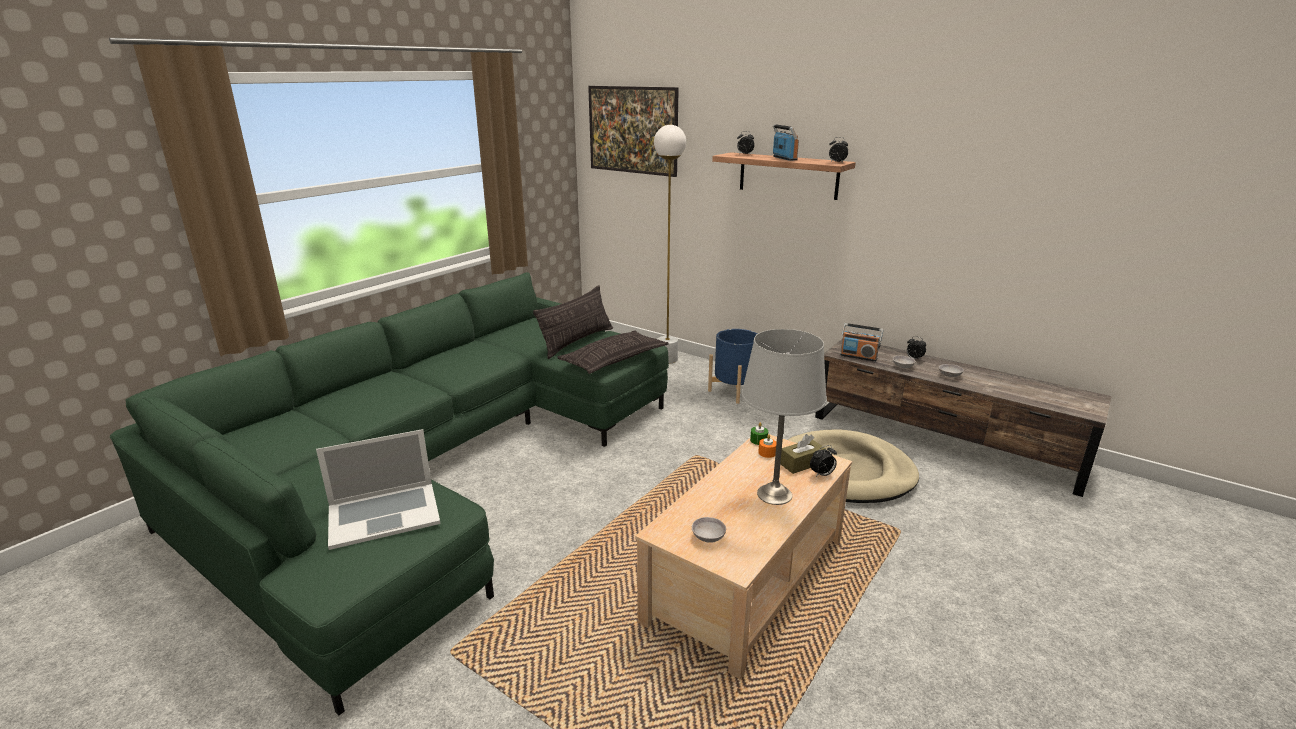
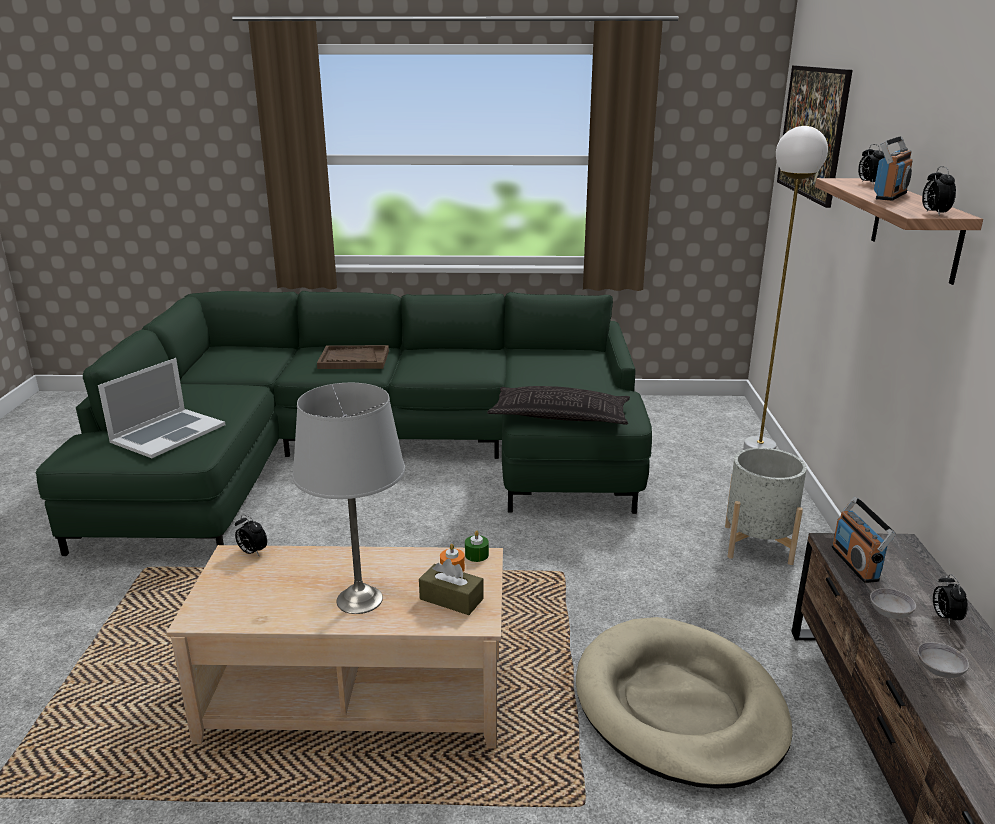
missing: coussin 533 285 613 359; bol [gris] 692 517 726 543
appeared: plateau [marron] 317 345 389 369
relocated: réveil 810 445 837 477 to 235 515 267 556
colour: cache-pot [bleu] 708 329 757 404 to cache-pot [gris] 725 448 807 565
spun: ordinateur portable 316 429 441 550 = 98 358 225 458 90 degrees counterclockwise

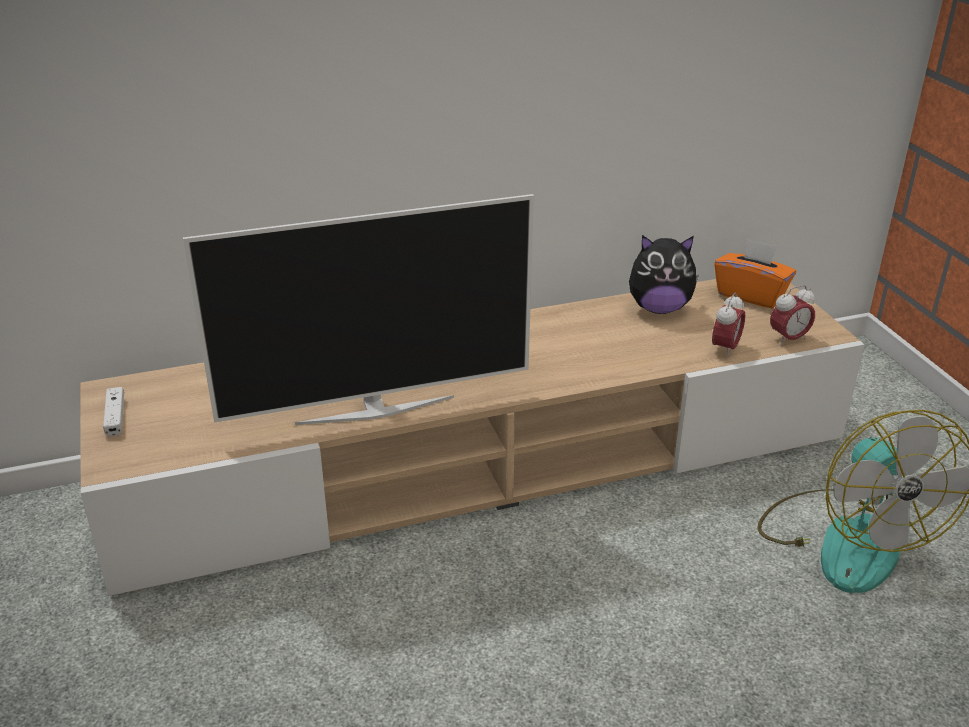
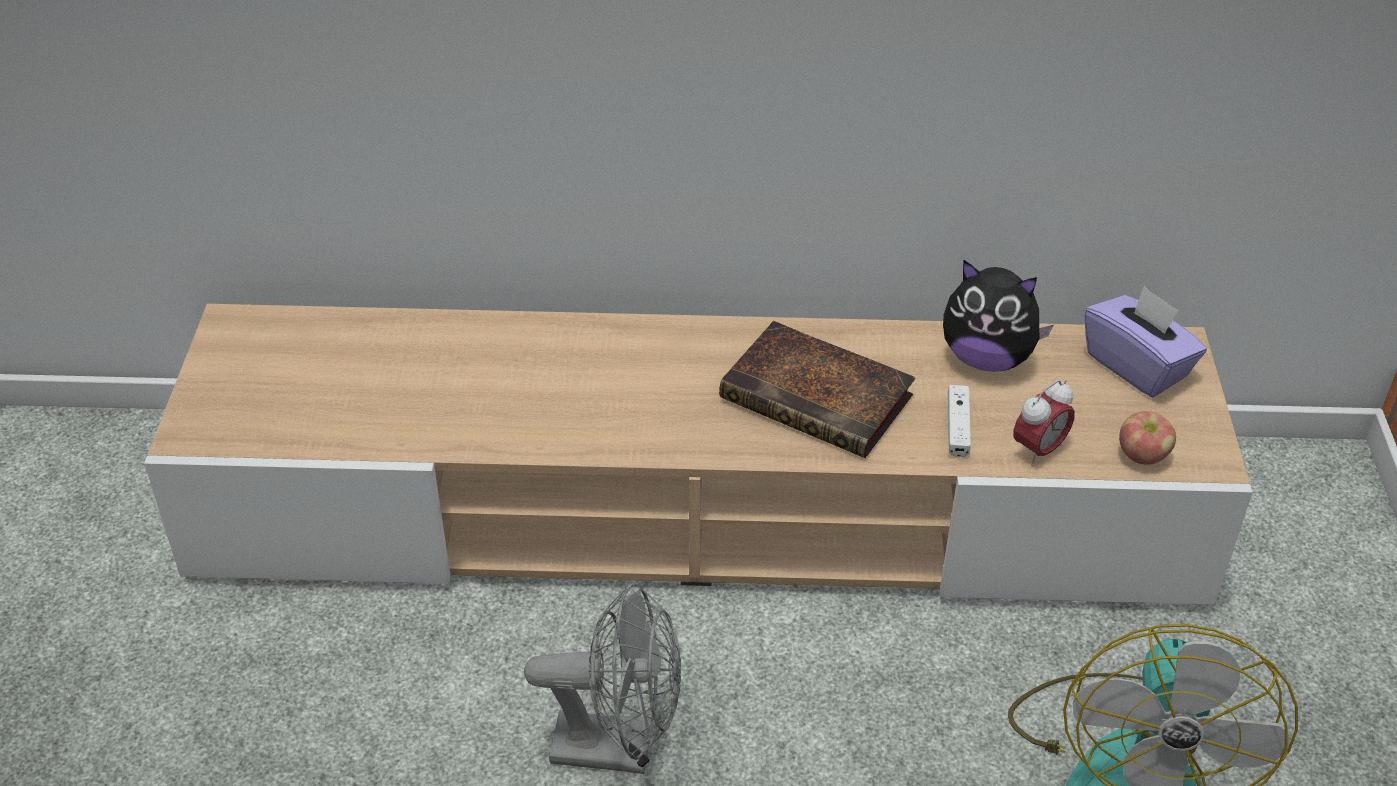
missing: téléviseur 183 194 534 425
appeared: ventilateur [gris] 524 582 681 774; livre 719 321 915 458
relocated: manette [blanc] 103 387 124 436 to 948 385 971 457
exchanged: réveil 770 285 815 346 to pomme 1119 411 1176 465
colour: boîte à mouchoirs [orange] 714 238 796 309 to boîte à mouchoirs [violet] 1084 286 1207 398

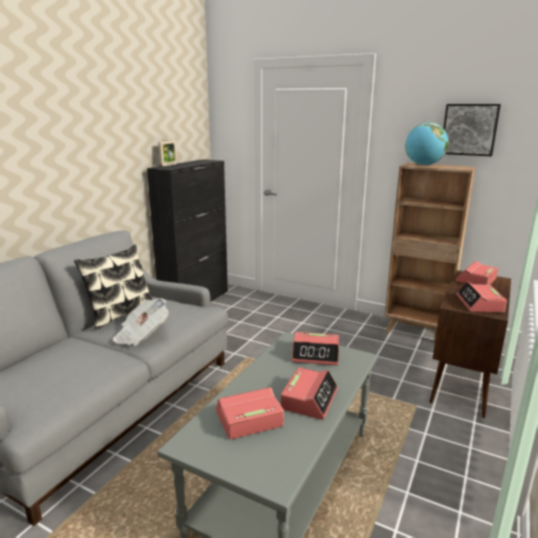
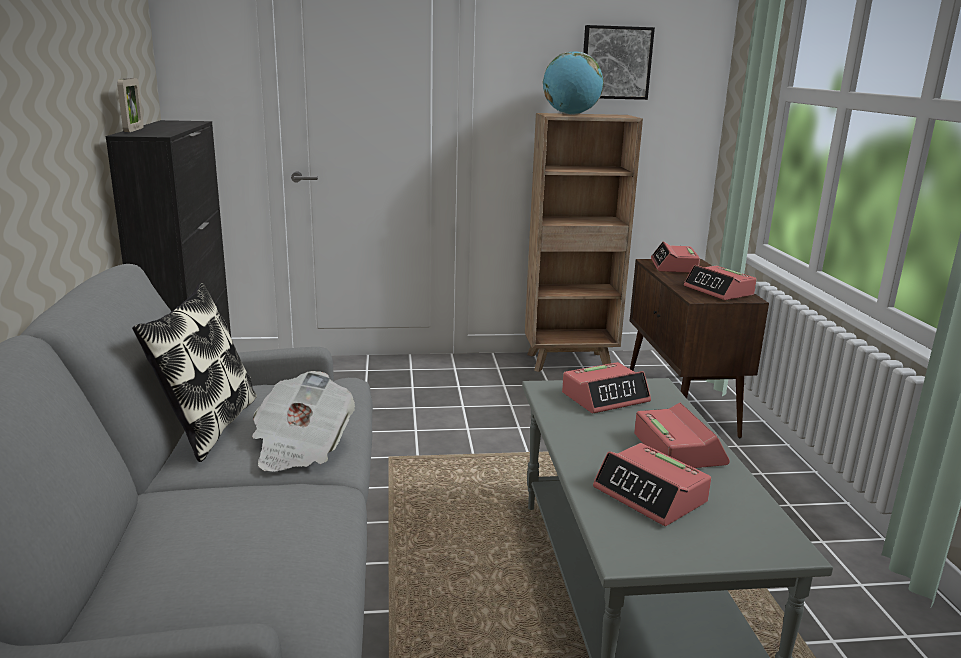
spun: réveil 216 387 284 440 = 593 443 711 526 75 degrees counterclockwise

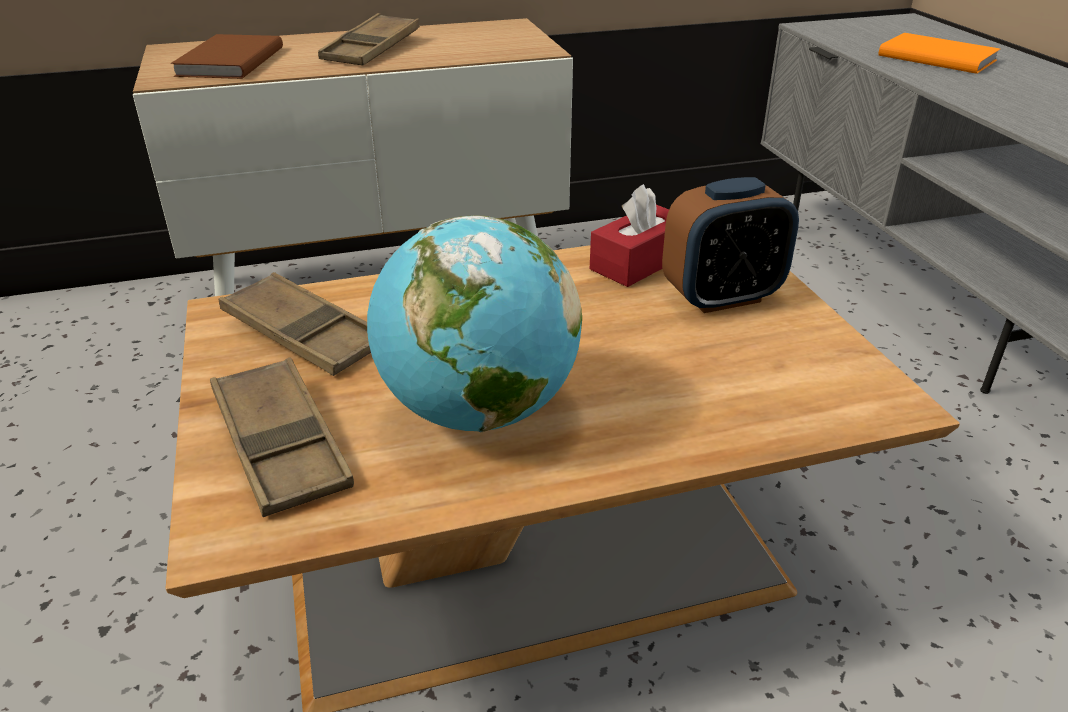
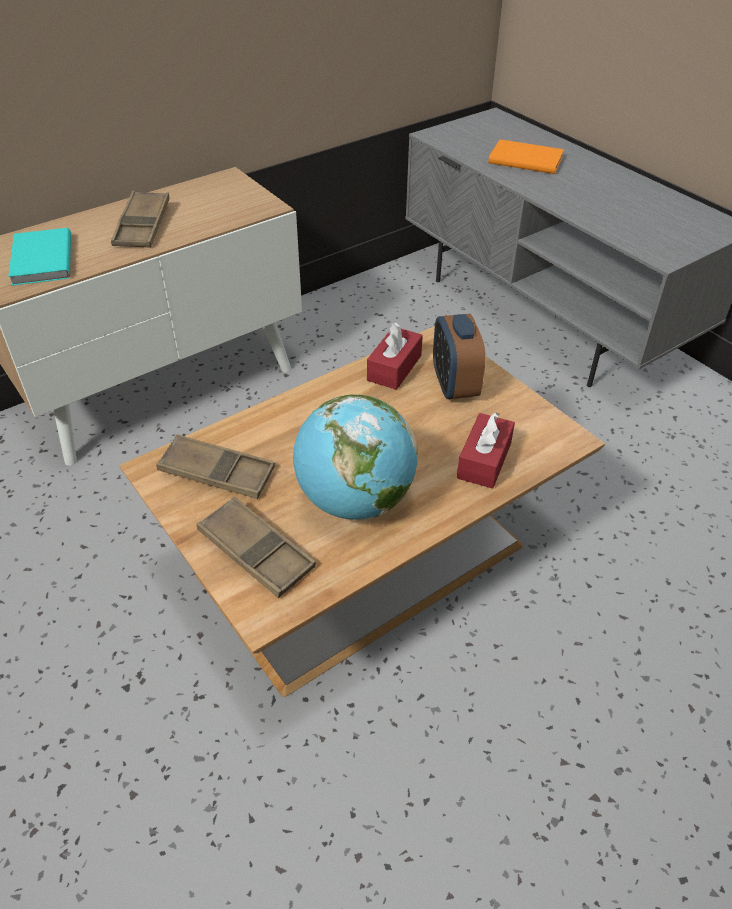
appeared: boîte à mouchoirs [rouge] 457 412 515 489
colour: livre [marron] 171 34 283 79 to livre [turquoise] 8 228 71 286
spun: réveil 662 177 799 313 = 433 314 486 399 120 degrees clockwise

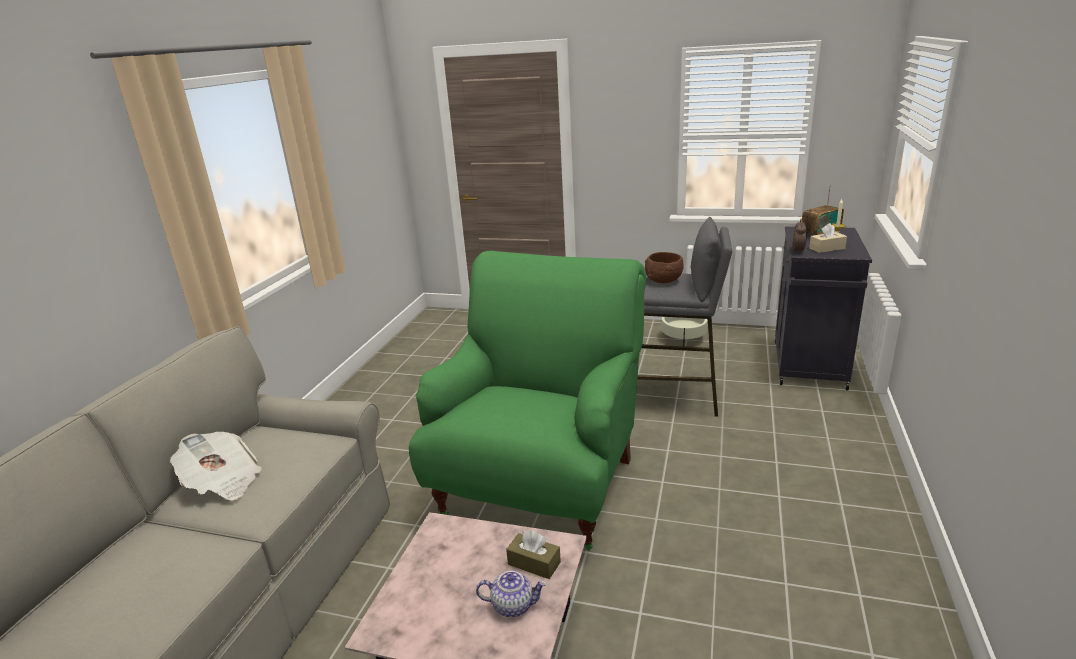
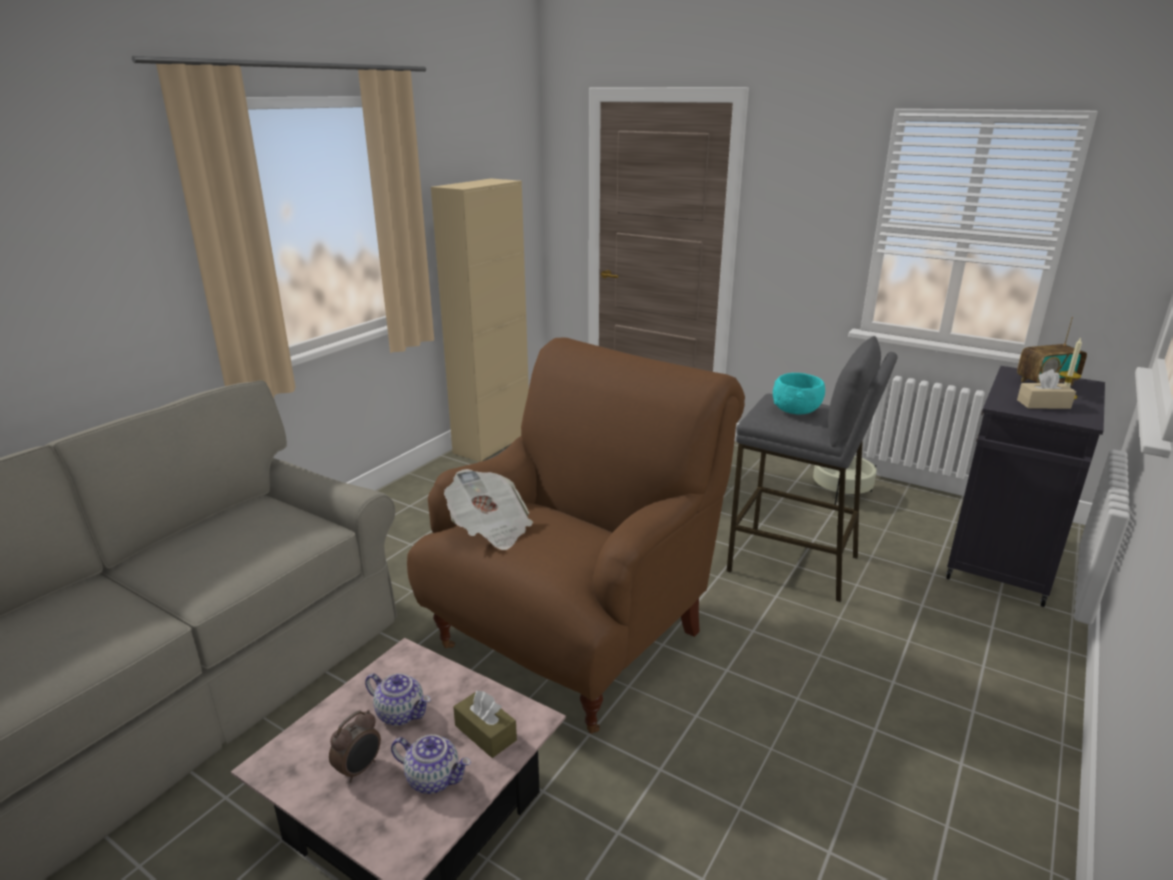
appeared: théière 365 673 431 726; meuble de rangement [beige] 431 178 529 462
relocated: journal 170 432 262 500 to 444 469 533 550; réveil 793 219 807 254 to 329 710 381 783
colour: fauteuil [vert] 409 251 646 551 to fauteuil [marron] 407 338 745 734; bol [marron] 645 252 684 283 to bol [turquoise] 773 373 825 415

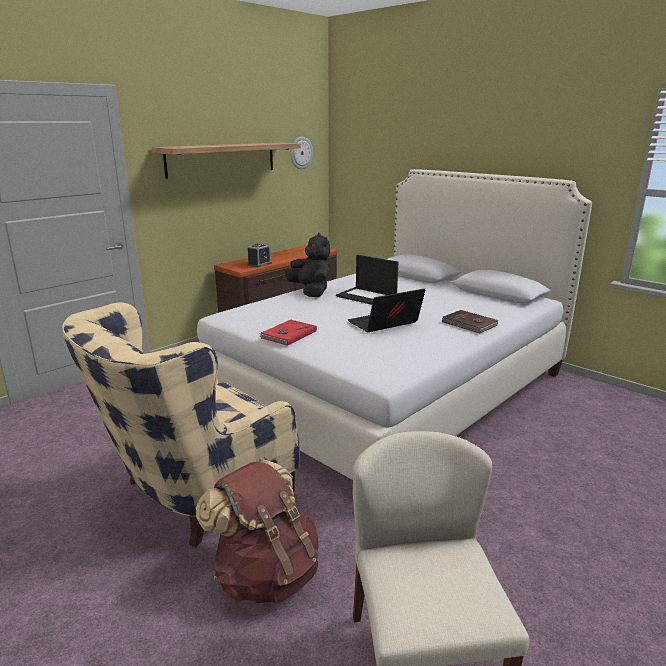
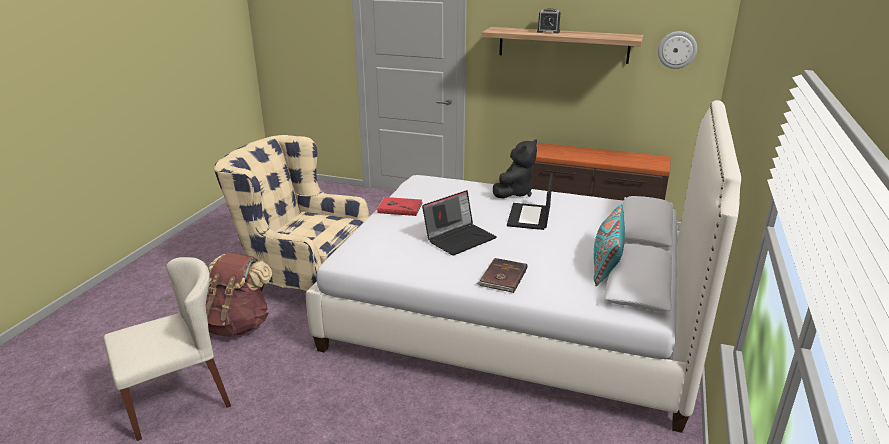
appeared: coussin [turquoise] 594 204 625 287
relocated: réveil 247 243 272 268 to 537 8 561 33
spun: ordinateur portable 348 288 425 332 = 422 190 496 256 105 degrees clockwise

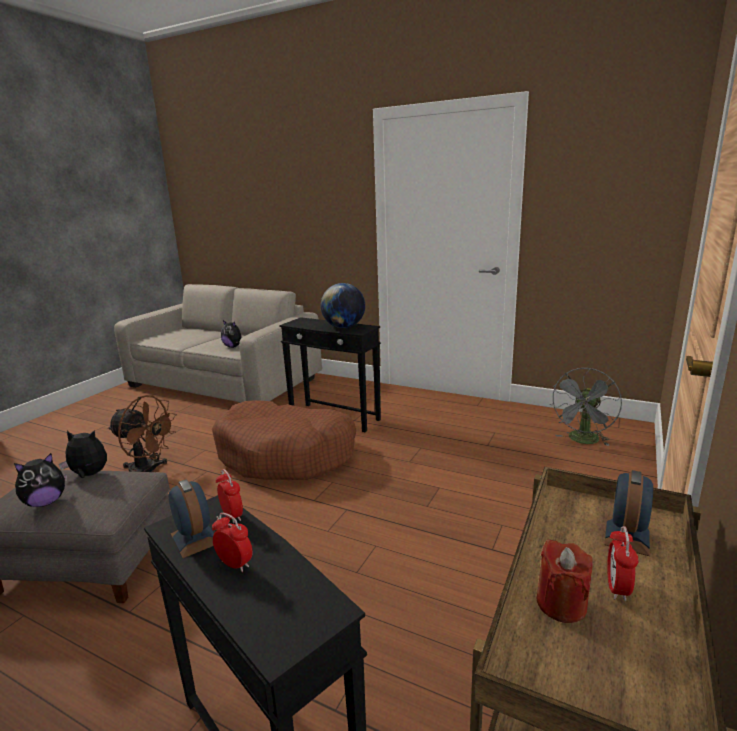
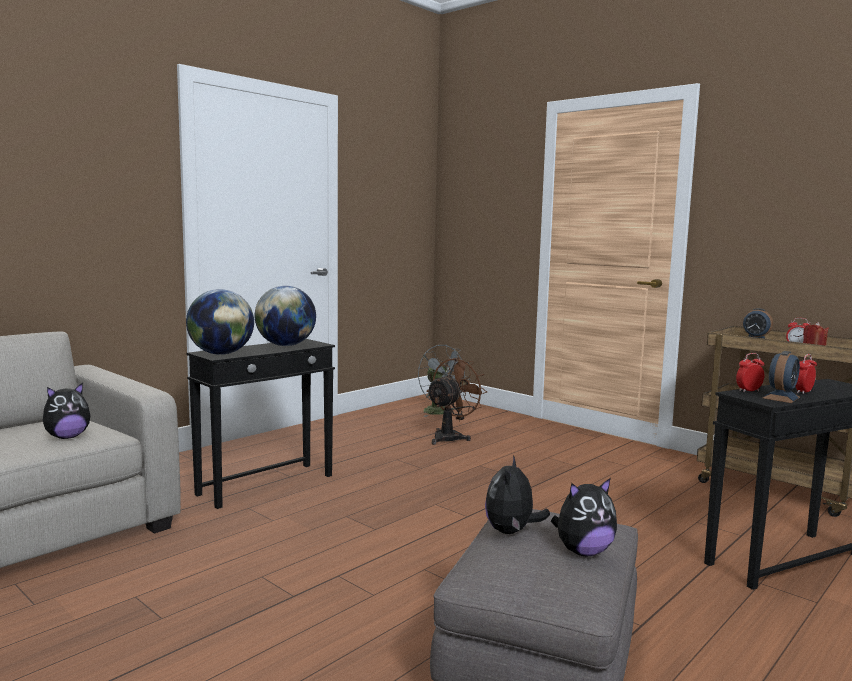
missing: panier pour chien [marron] 212 400 356 480
appeared: globe 186 289 254 355
relocated: ventilateur [marron] 108 395 177 472 to 426 357 487 445
spun: peluche 14 453 67 507 = 551 478 617 556 90 degrees clockwise; réveil 169 479 214 558 = 763 351 800 403 150 degrees clockwise

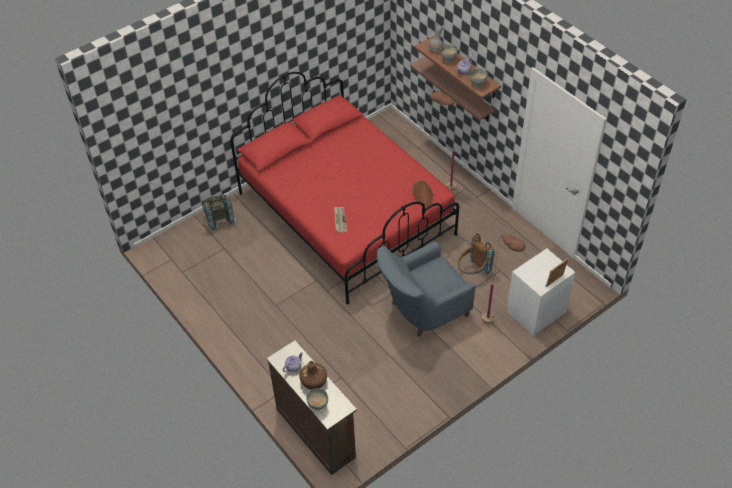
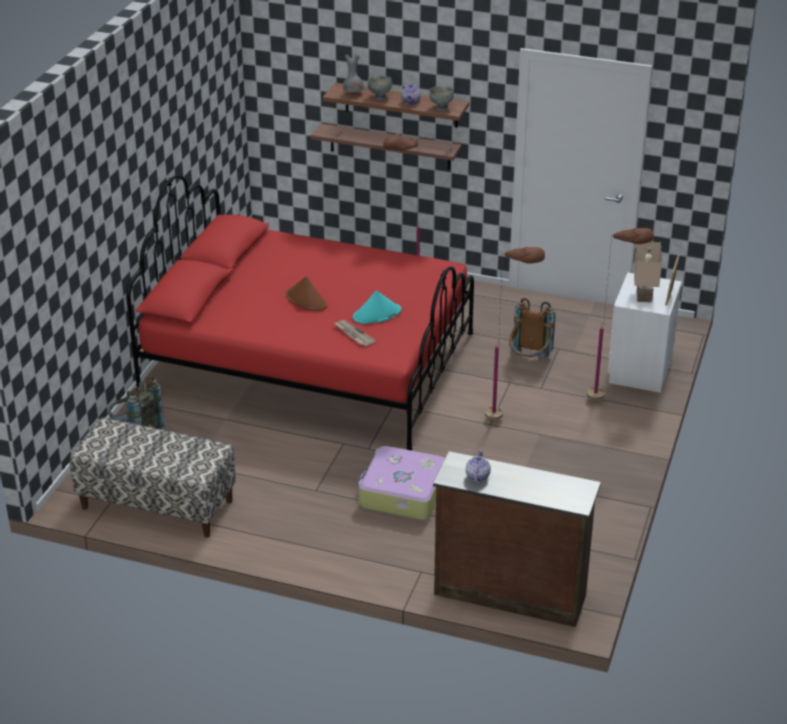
missing: bouteille [marron] 299 361 327 390; bol [gris] 306 388 328 410
appeared: banc 69 418 236 538; chapeau [turquoise] 353 290 401 324; valise 358 446 445 520; lampe de table [beige] 634 242 662 303
relocated: chapeau [marron] 412 180 433 206 to 286 276 327 311
exchanged: fauteuil [bleu] 377 241 475 337 to lampadaire [marron] 485 247 545 420

